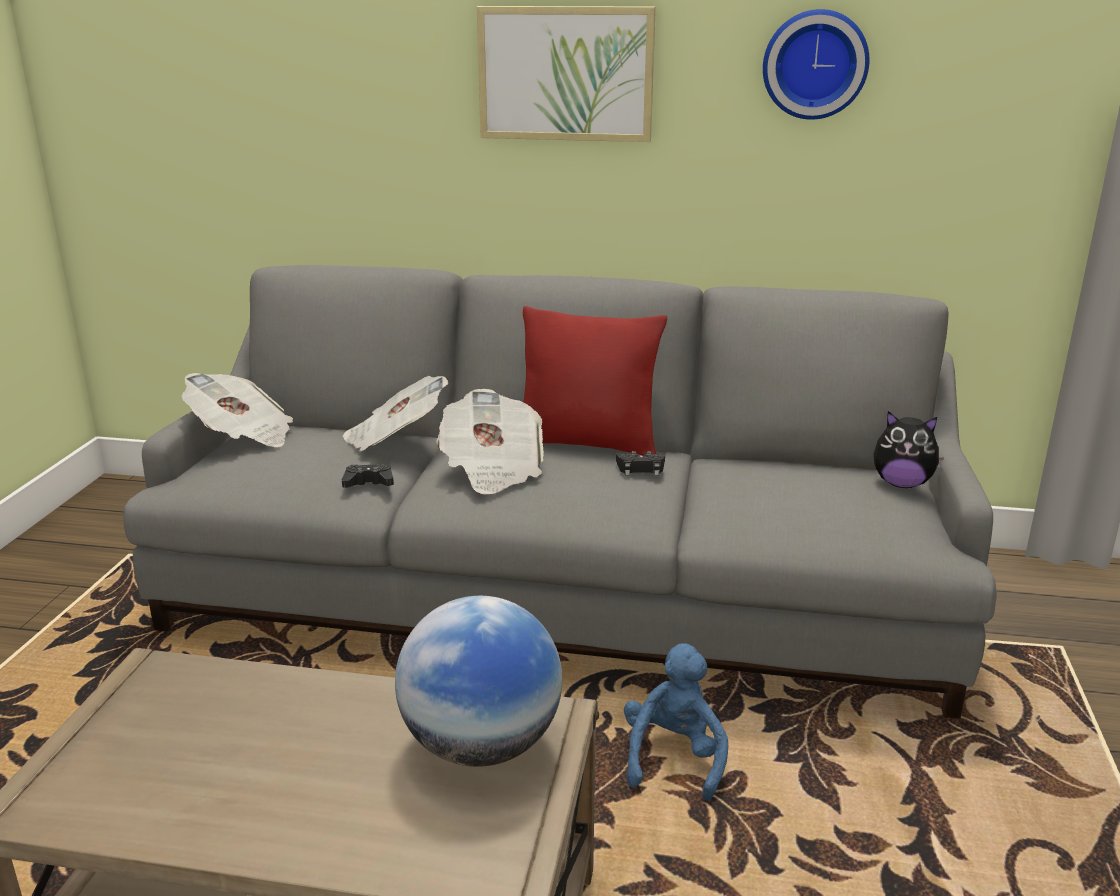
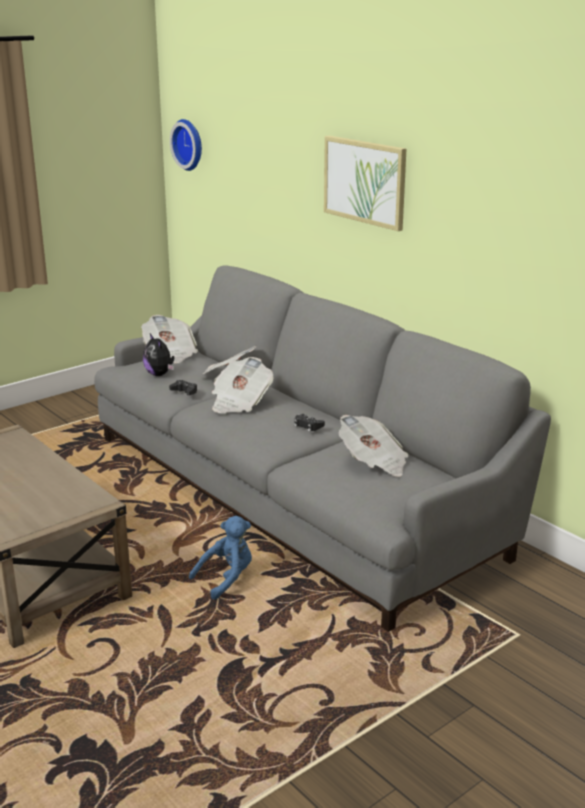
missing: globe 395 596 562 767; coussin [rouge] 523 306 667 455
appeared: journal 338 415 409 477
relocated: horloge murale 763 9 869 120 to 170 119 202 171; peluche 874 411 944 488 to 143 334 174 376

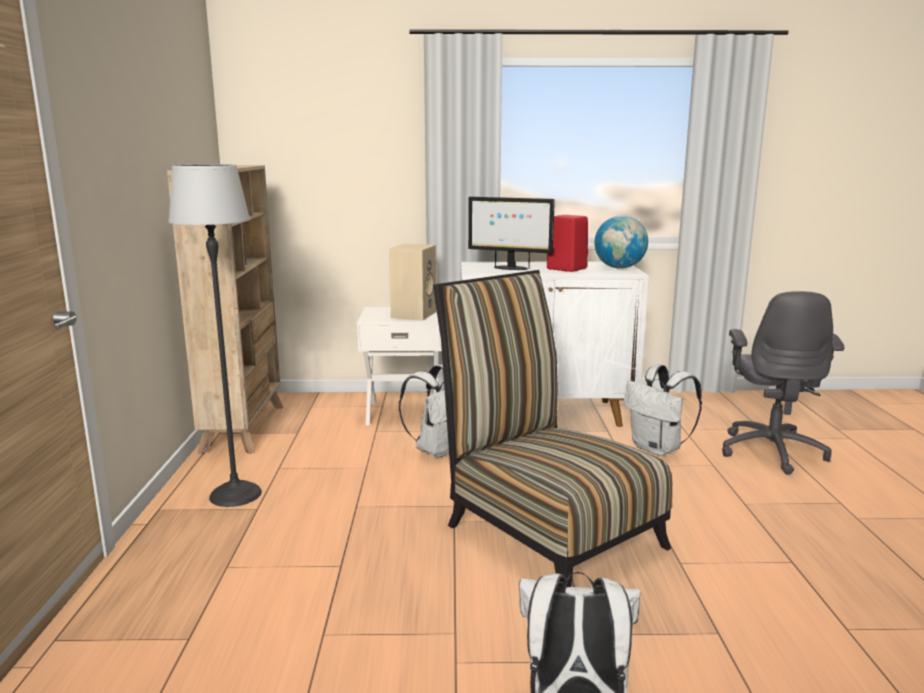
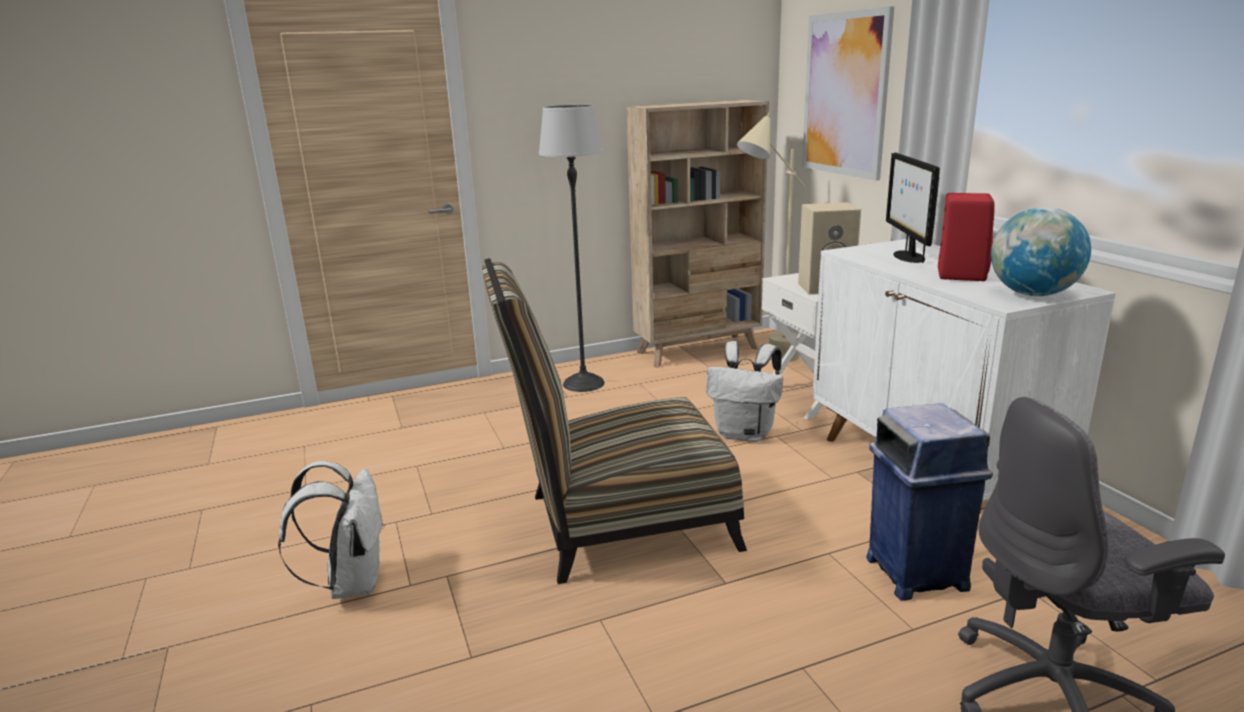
appeared: lampadaire [beige] 737 113 805 362; tableau 802 7 894 181
exchanged: sac à dos [blanc] 624 364 702 456 to poubelle [bleu] 866 403 993 601
spun: chaise 433 270 673 587 = 482 258 747 584 135 degrees counterclockwise

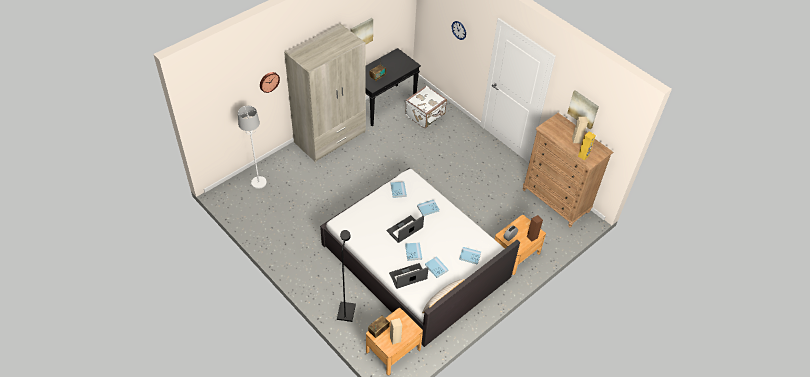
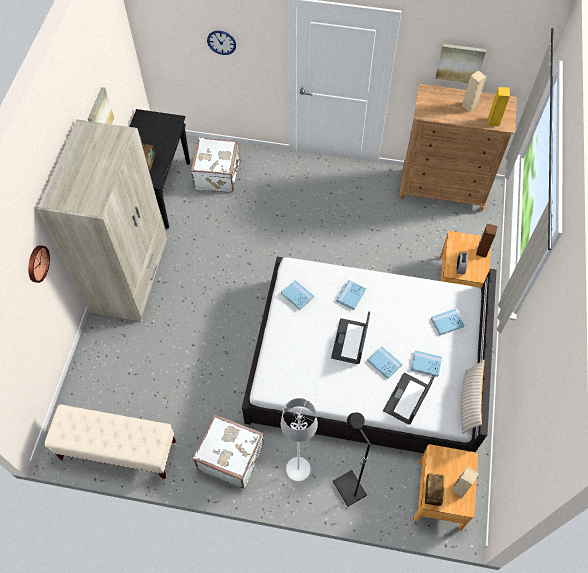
appeared: banc [beige] 45 404 176 479; valise [blanc] 193 414 264 488
relocated: lampadaire [blanc] 238 106 267 189 to 281 398 318 482

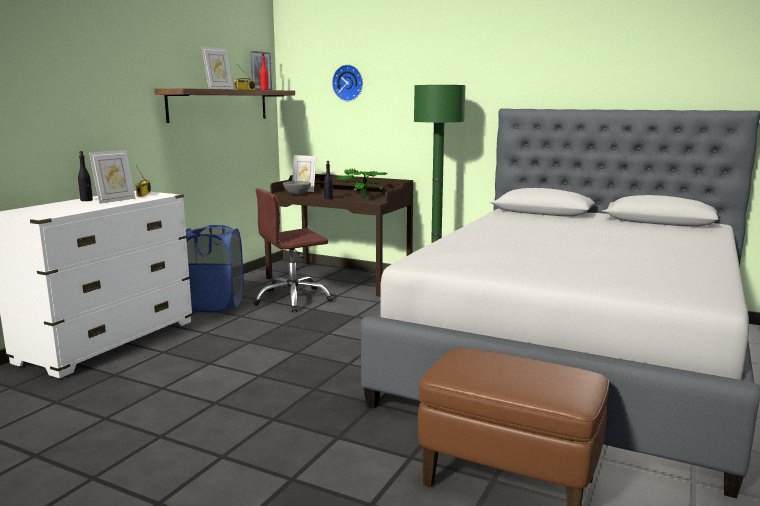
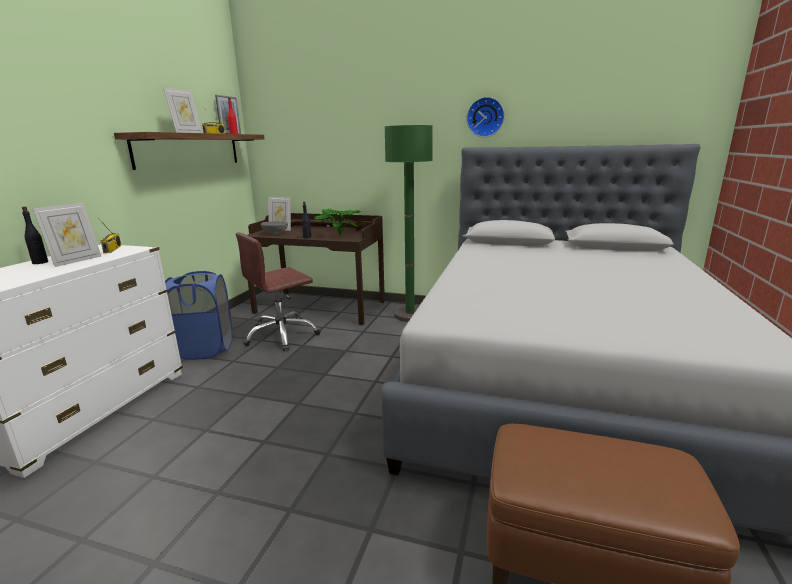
relocated: horloge murale 332 64 363 101 to 466 97 505 137

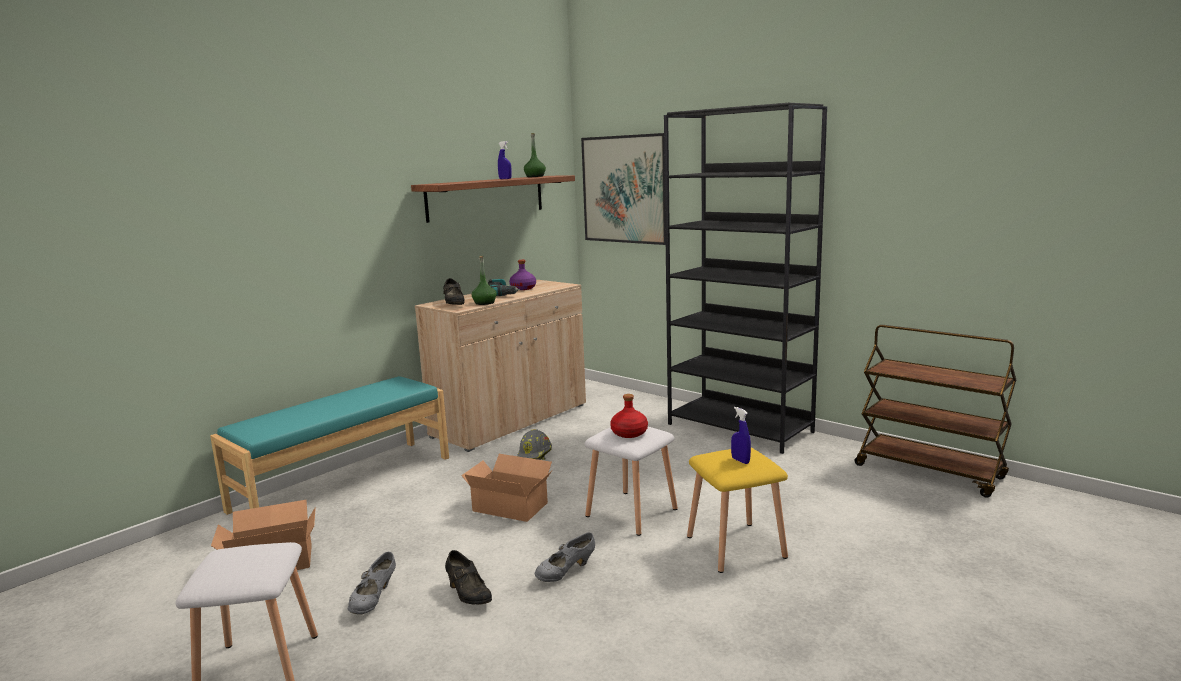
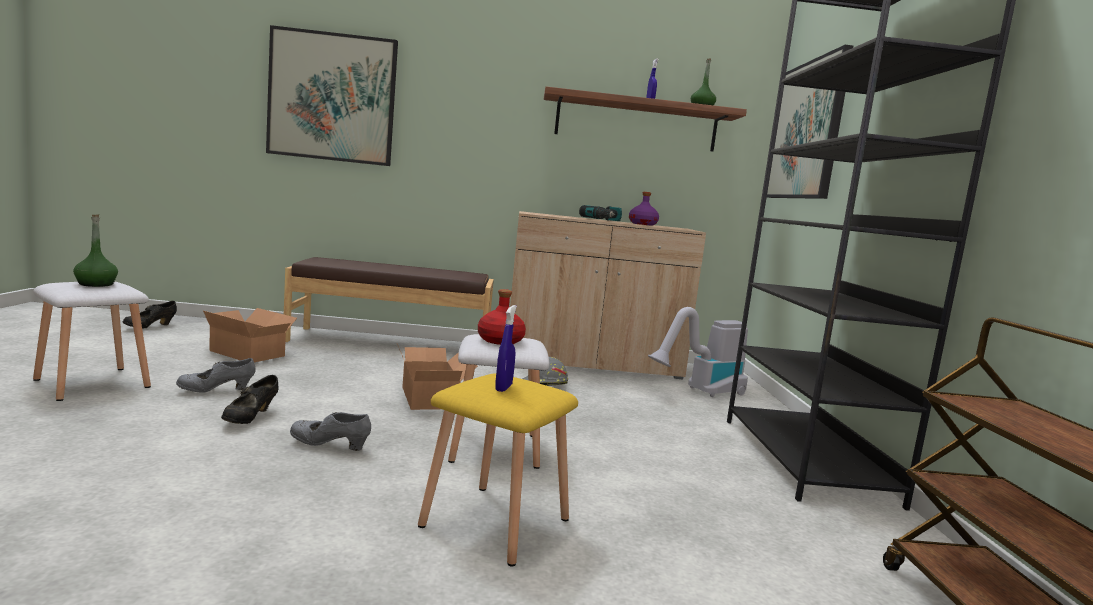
appeared: tableau 266 25 398 166; aspirateur 648 307 748 397
relocated: chaussure [noir] 443 278 465 305 to 122 301 177 328; bouteille [vert] 472 256 497 305 to 73 215 118 287
colour: banc [turquoise] 210 376 449 515 to banc [marron] 284 257 494 342

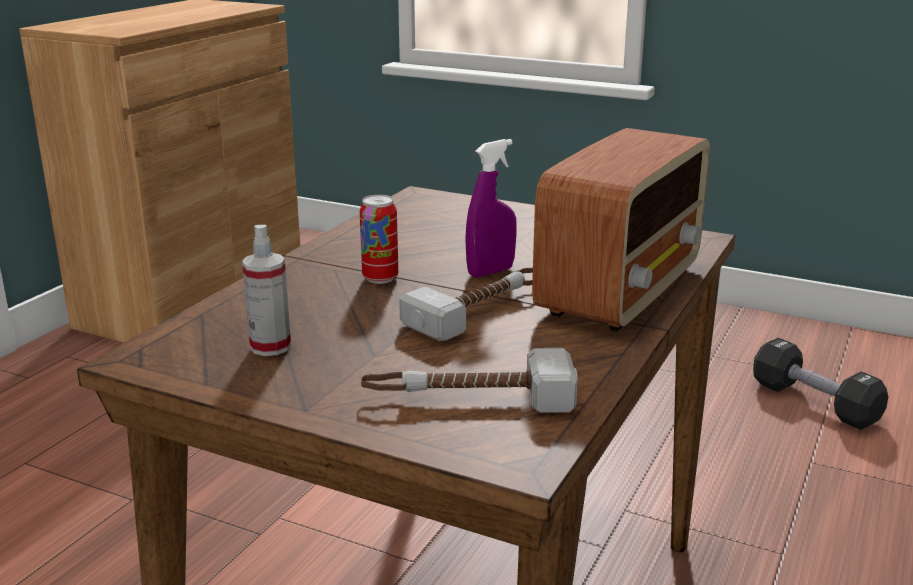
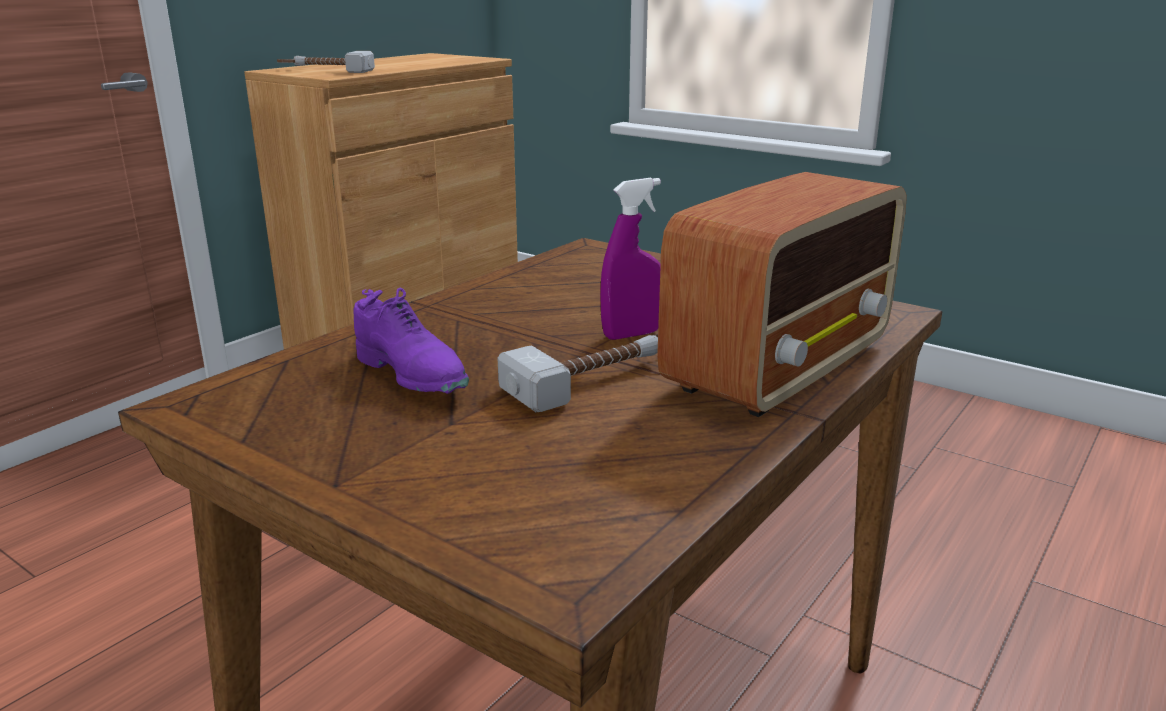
missing: vaporisateur 242 225 291 356; boîte métallique 360 195 398 284; haltère [noir] 753 338 888 430
appeared: chaussure [violet] 354 288 469 394
relocated: marteau 361 348 578 413 to 277 51 375 73

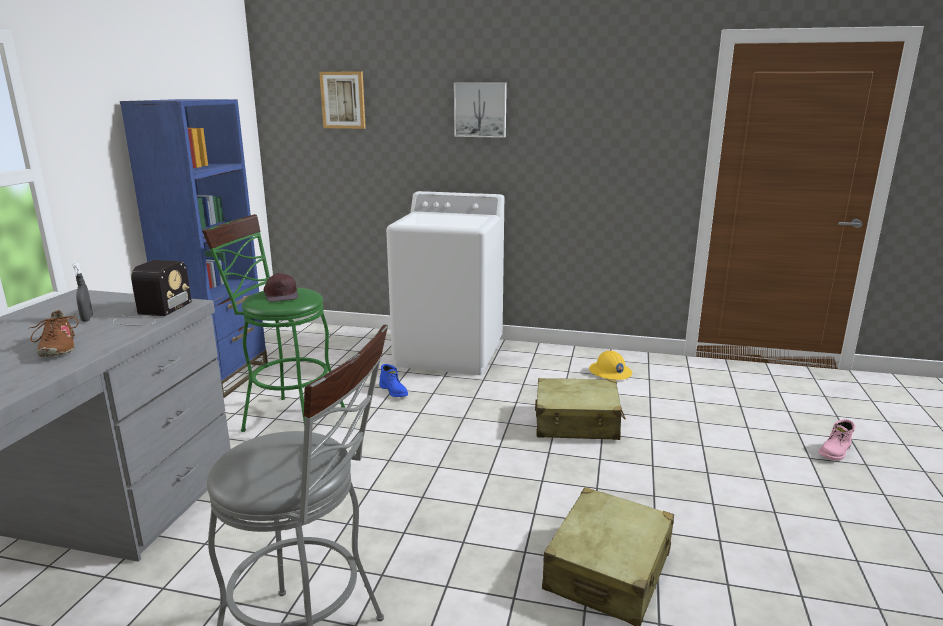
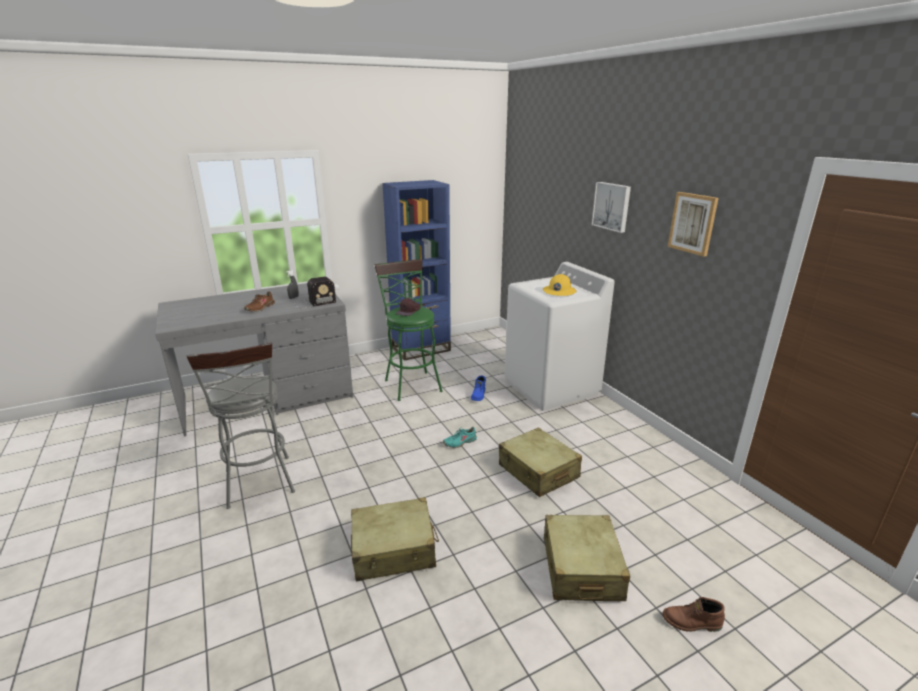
appeared: chaussure [turquoise] 443 427 477 448; valise [beige] 543 515 630 601
relocated: tableau 319 72 366 129 to 668 192 719 257; casque de chantier [jaune] 589 351 632 380 to 543 274 576 296
colour: botte [rose] 819 419 855 461 to botte [marron] 663 597 725 632

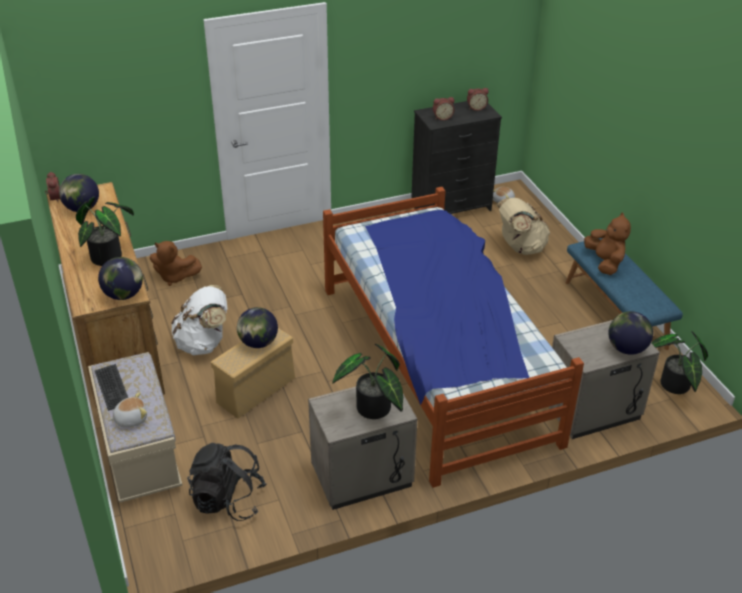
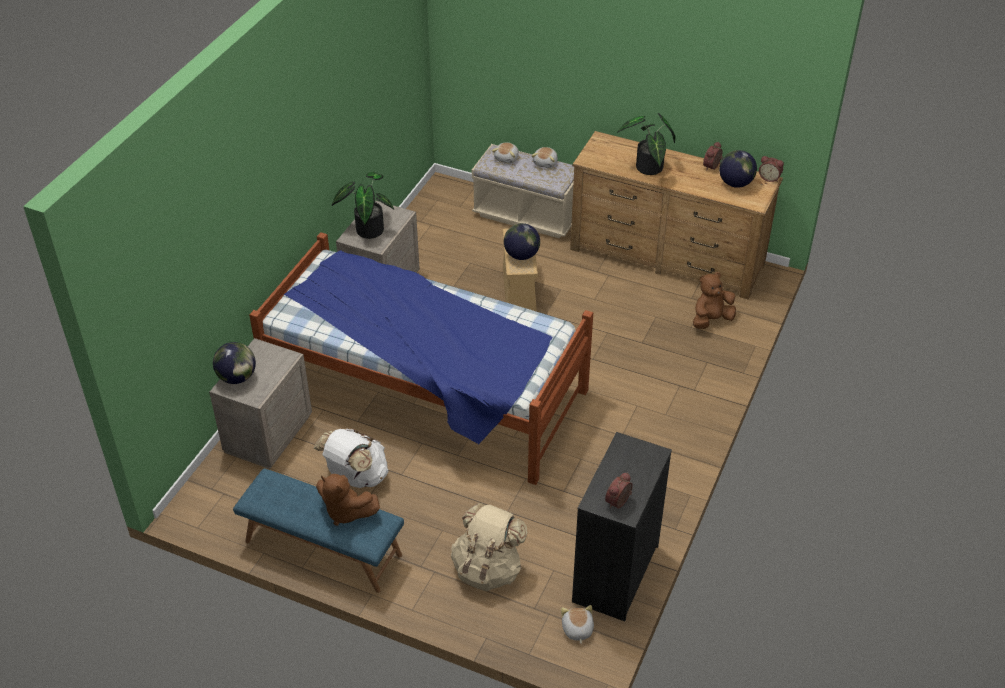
missing: globe 98 257 143 300; sac à dos [noir] 187 443 266 521; plante en pot 652 331 708 394
relocated: sac à dos [blanc] 171 285 227 355 to 314 428 389 488; réveil 433 97 455 120 to 703 142 723 171
exchanged: clavier 94 364 128 411 to peluche 531 147 558 168

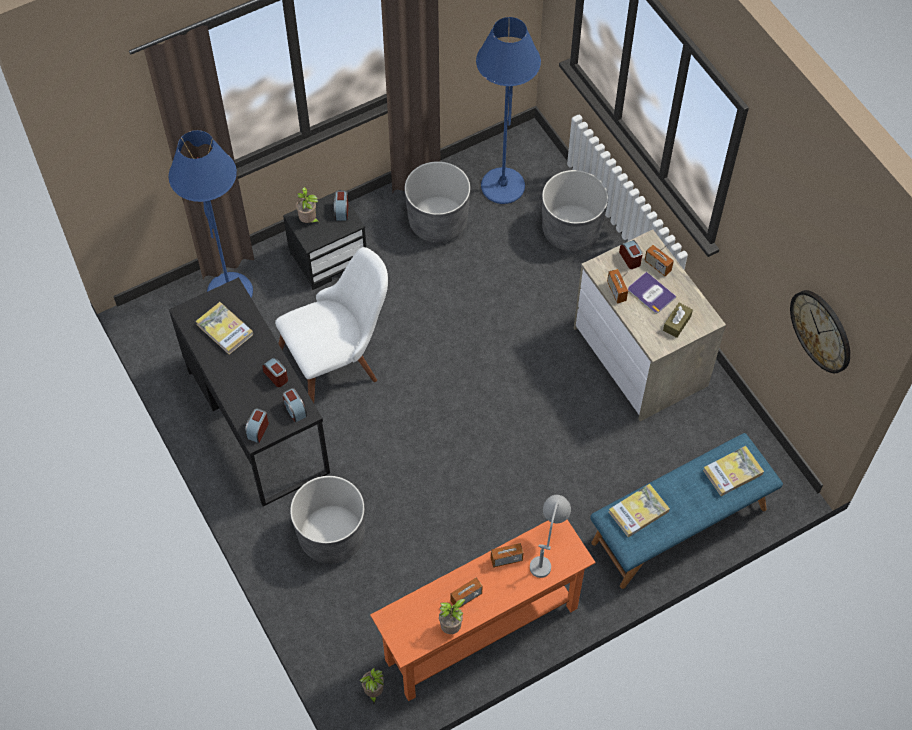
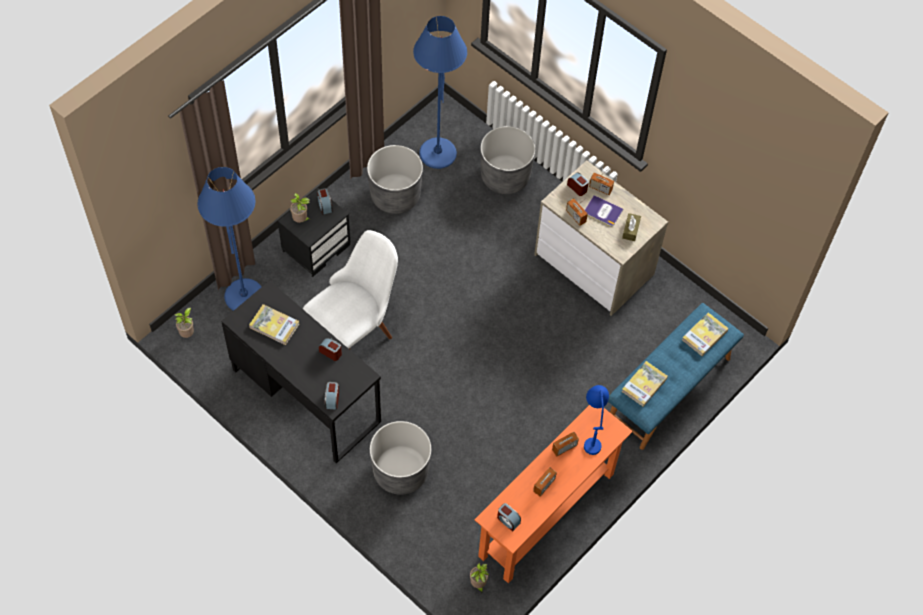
missing: horloge murale 790 290 850 373
relocated: réveil 283 388 307 423 to 497 503 521 532; plante en pot 439 599 466 634 to 174 308 194 338
colour: lampe de table [gris] 530 495 571 578 to lampe de table [bleu] 584 385 609 455

